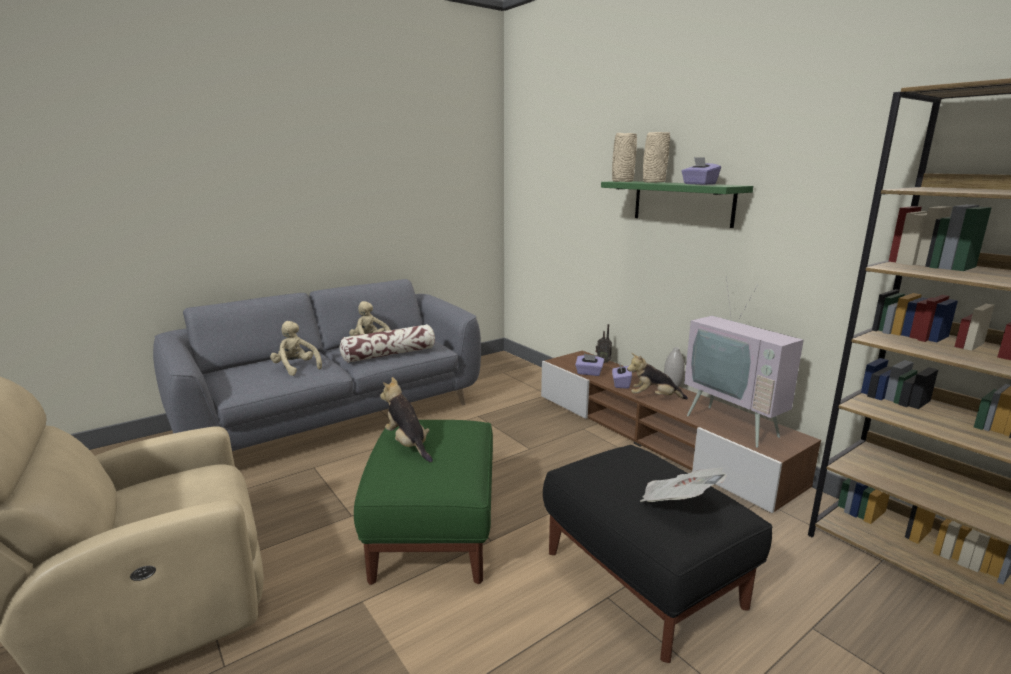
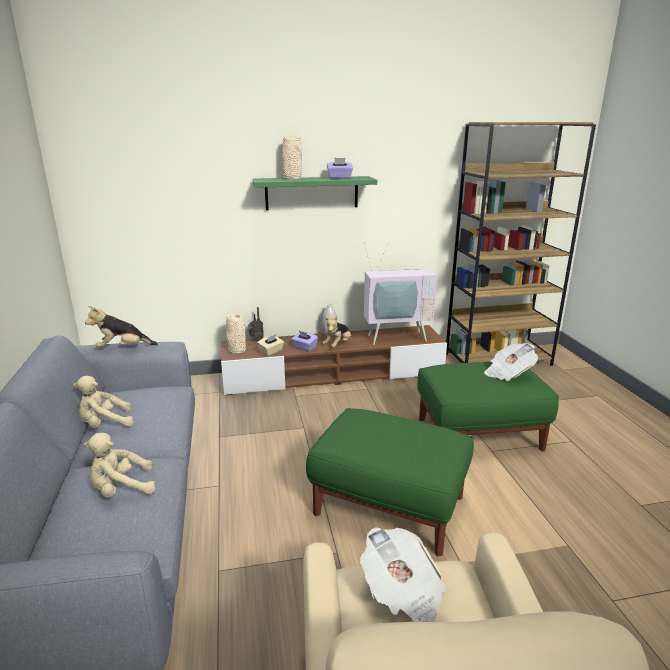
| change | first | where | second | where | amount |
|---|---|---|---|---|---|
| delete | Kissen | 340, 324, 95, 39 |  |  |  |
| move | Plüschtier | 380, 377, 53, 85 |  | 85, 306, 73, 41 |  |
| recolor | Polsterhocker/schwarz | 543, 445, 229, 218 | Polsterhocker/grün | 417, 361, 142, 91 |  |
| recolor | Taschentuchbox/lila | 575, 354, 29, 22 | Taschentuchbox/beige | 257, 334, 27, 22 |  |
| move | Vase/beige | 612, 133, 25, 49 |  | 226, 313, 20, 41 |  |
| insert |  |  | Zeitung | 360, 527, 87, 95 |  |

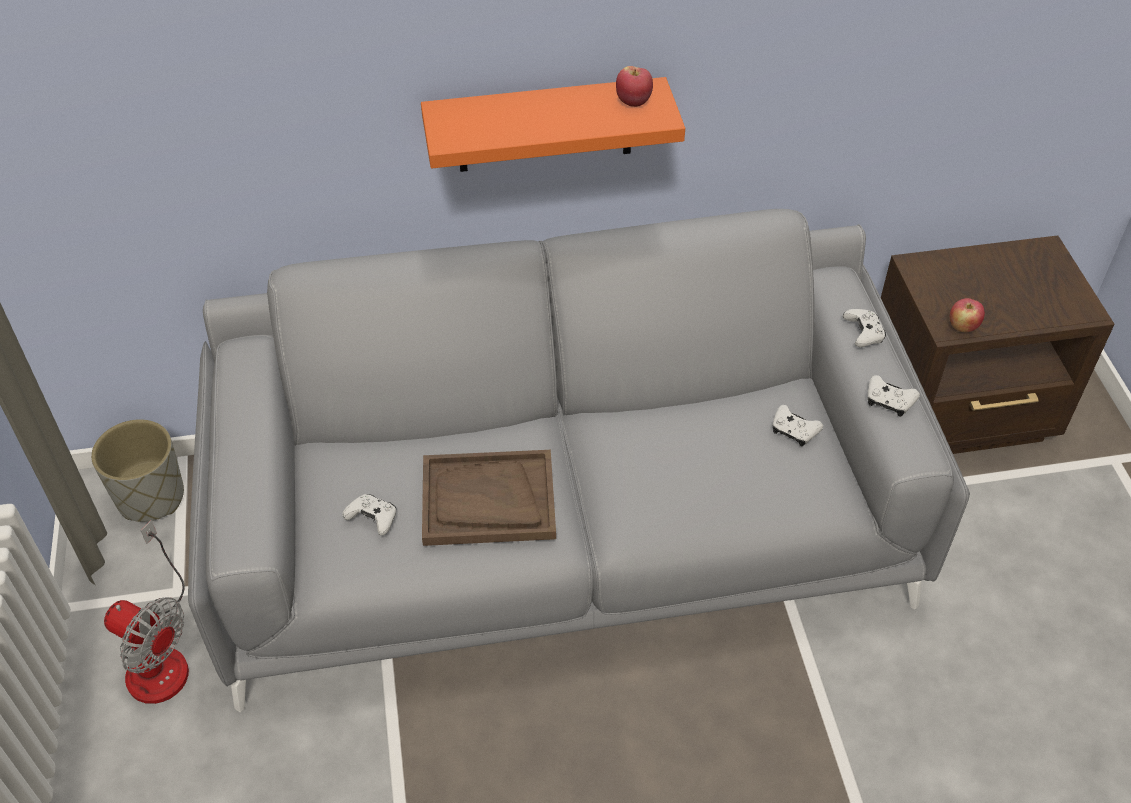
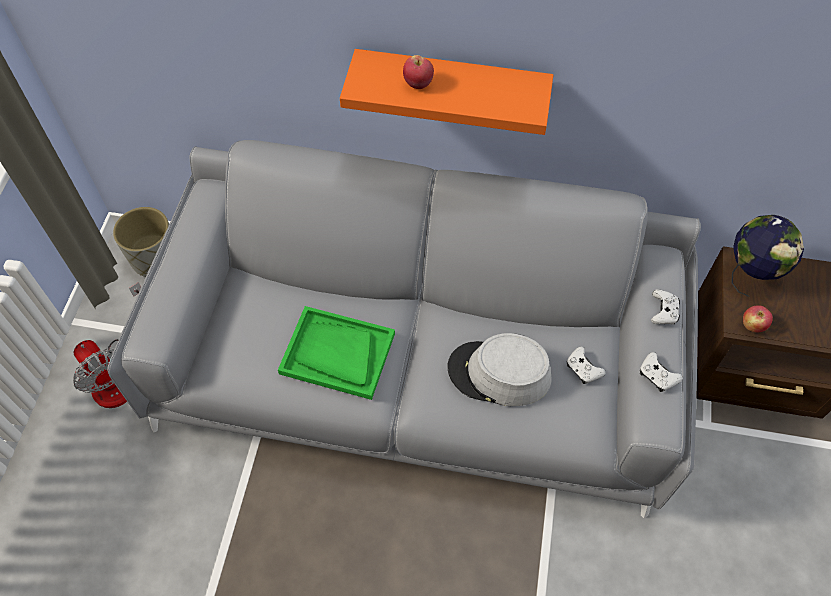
| change | first | where | second | where | amount |
|---|---|---|---|---|---|
| delete | Gamepad/weiß | 342, 494, 54, 41 |  |  |  |
| recolor | Tablett/braun | 422, 450, 134, 96 | Tablett/grün | 278, 306, 117, 94 |  |
| move | Apfel | 616, 66, 37, 41 |  | 403, 55, 31, 34 |  |
| insert |  |  | Hut/grau | 447, 333, 105, 73 |  |
| insert |  |  | Globus | 731, 215, 73, 82 |  |

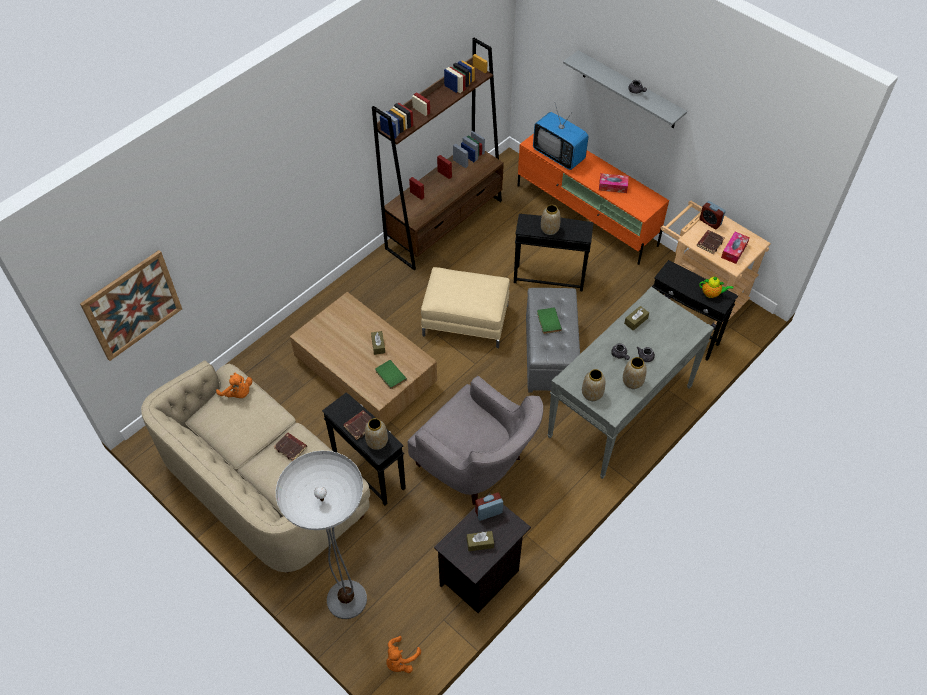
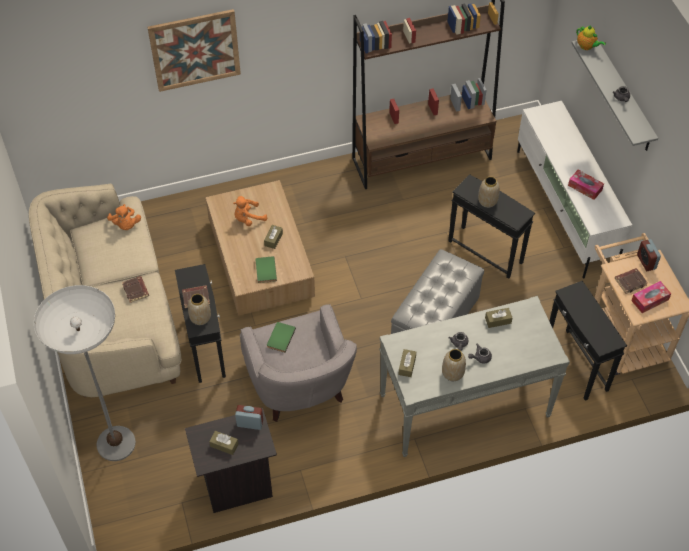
| change | first | where | second | where | amount |
|---|---|---|---|---|---|
| move | Bild | 80, 250, 102, 111 |  | 147, 9, 94, 83 |  |
| move | Plüschtier/orange | 386, 636, 35, 37 |  | 233, 196, 34, 30 |  |
| delete | Polsterhocker/beige | 421, 267, 89, 81 |  |  |  |
| recolor | Fernsehschrank/orange | 517, 134, 152, 131 | Fernsehschrank/weiß | 517, 101, 115, 177 |  |
| delete | Fernseher | 533, 104, 56, 66 |  |  |  |
| move | Buch/grün | 537, 307, 25, 27 |  | 267, 322, 29, 31 |  |
| replace | Vase | 582, 369, 23, 32 | Taschentuchbox/braun | 398, 349, 18, 28 |  |
| move | Teekanne | 699, 276, 34, 22 |  | 576, 26, 30, 24 |  |

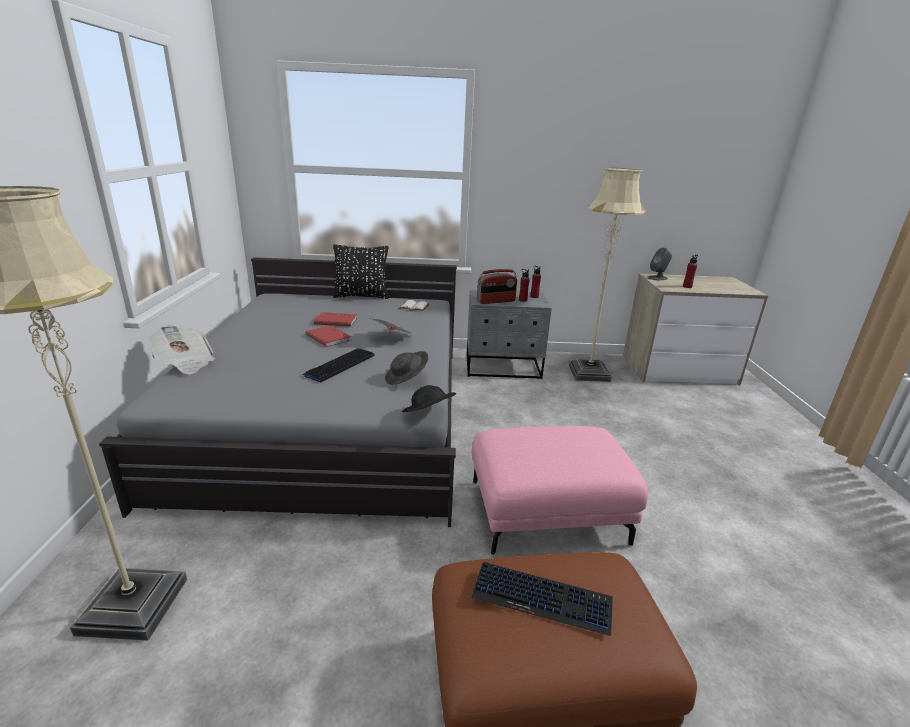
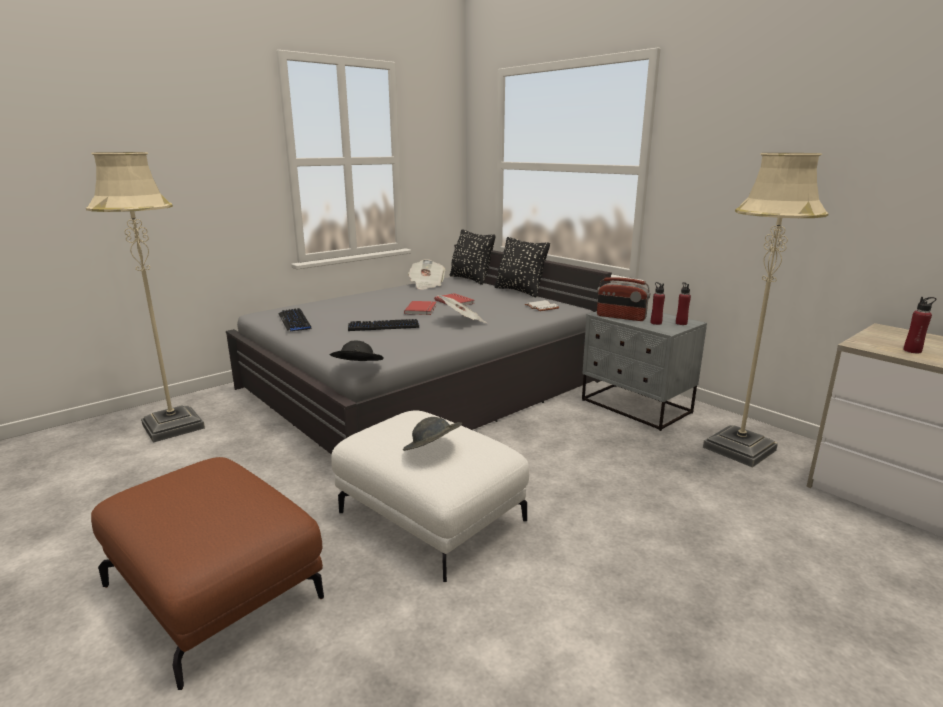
| change | first | where | second | where | amount |
|---|---|---|---|---|---|
| move | Zeitung | 148, 325, 67, 49 |  | 408, 259, 38, 31 |  |
| move | Hut/grau | 385, 351, 43, 34 |  | 403, 417, 59, 34 |  |
| move | Tastatur | 471, 562, 142, 74 |  | 278, 308, 34, 23 |  |
| recolor | Polsterhocker/rosa | 472, 426, 176, 129 | Polsterhocker/weiß | 331, 410, 198, 172 |  |
| delete | Lautsprecher/grau | 648, 248, 24, 32 |  |  |  |
| insert |  |  | Kissen/schwarz | 450, 230, 46, 55 |  |

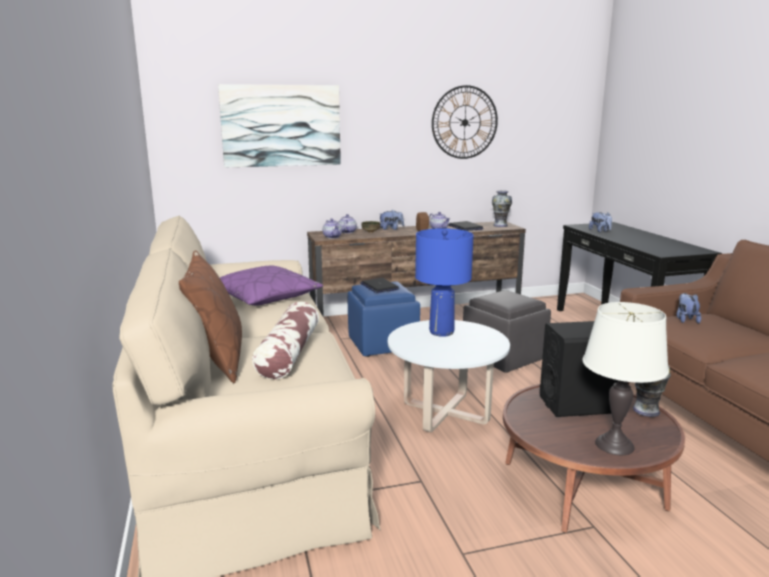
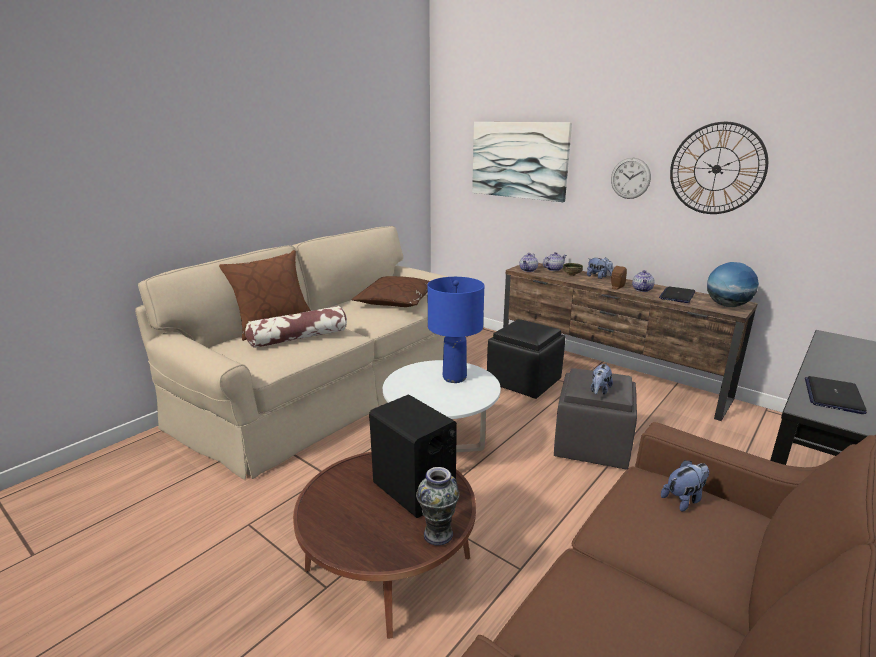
| change | first | where | second | where | amount |
|---|---|---|---|---|---|
| recolor | Kissen/lila | 220, 266, 103, 39 | Kissen/braun | 352, 276, 78, 31 |  |
| recolor | Polsterhocker/blau | 348, 282, 72, 75 | Polsterhocker/schwarz | 487, 319, 78, 80 |  |
| move | Laptop | 360, 278, 39, 15 |  | 805, 376, 62, 38 |  |
| replace | Vase | 492, 190, 20, 37 | Globus | 707, 262, 52, 45 |  |
| delete | Tischlampe/weiß | 582, 302, 87, 153 |  |  |  |
| move | Plüschtier | 589, 212, 23, 20 |  | 591, 363, 22, 32 |  |
| insert |  |  | Wanduhr | 611, 157, 40, 42 |  |

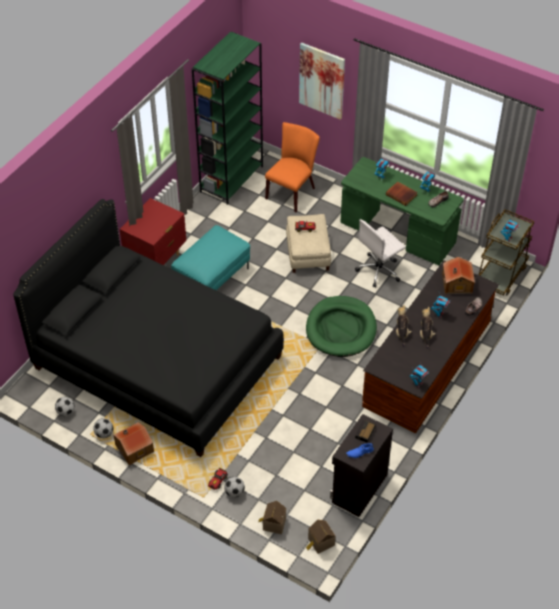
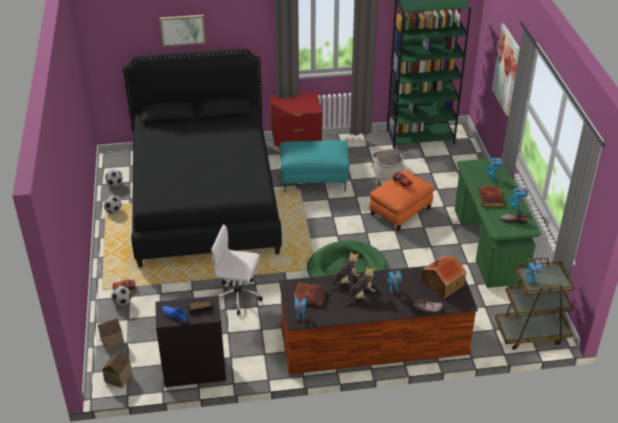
| change | first | where | second | where | amount |
|---|---|---|---|---|---|
| delete | Spielzeughaus | 113, 422, 41, 43 |  |  |  |
| delete | Stuhl/orange | 265, 122, 55, 90 |  |  |  |
| recolor | Polsterhocker/beige | 286, 214, 45, 59 | Polsterhocker/orange | 369, 170, 65, 61 |  |
| move | Bürostuhl/weiß | 355, 219, 51, 69 |  | 211, 224, 52, 91 |  |
| insert |  |  | Bild | 160, 15, 46, 32 |  |
| insert |  |  | Buch | 293, 282, 34, 24 |  |
| insert |  |  | Korb | 372, 149, 32, 35 |  |

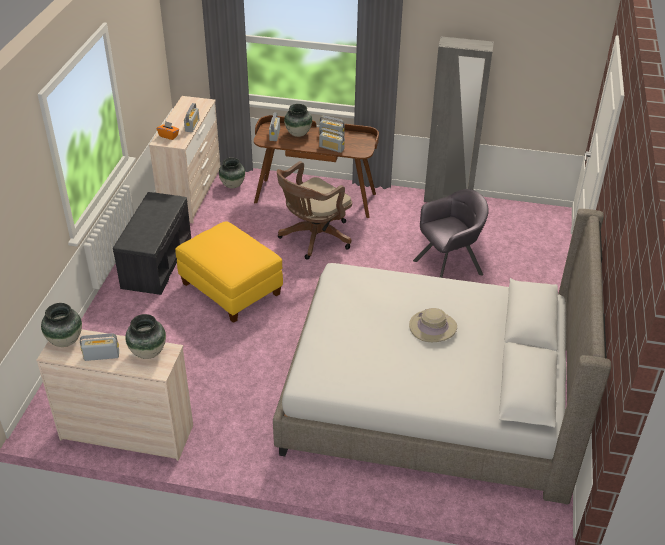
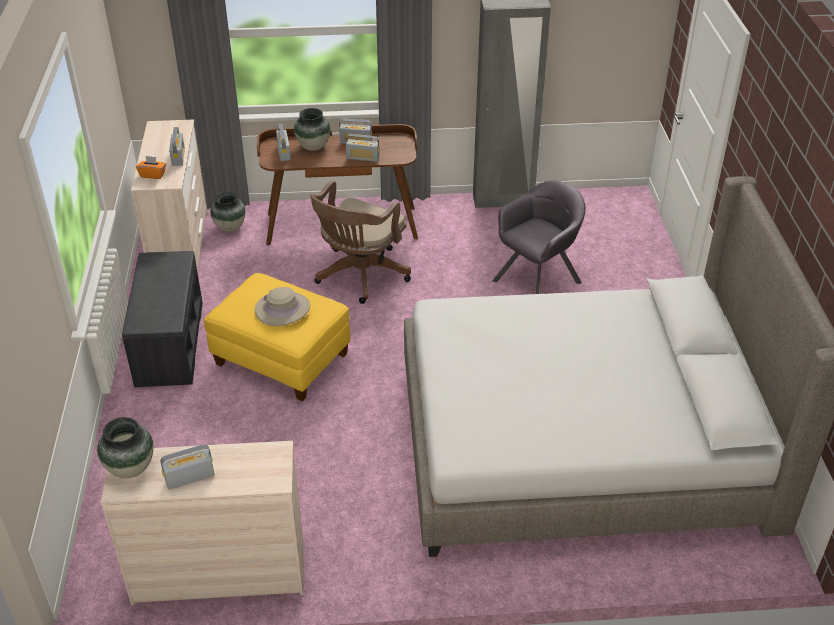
| change | first | where | second | where | amount |
|---|---|---|---|---|---|
| delete | Vase | 125, 314, 41, 45 |  |  |  |
| move | Hut/beige | 409, 308, 48, 34 |  | 255, 287, 55, 39 |  |

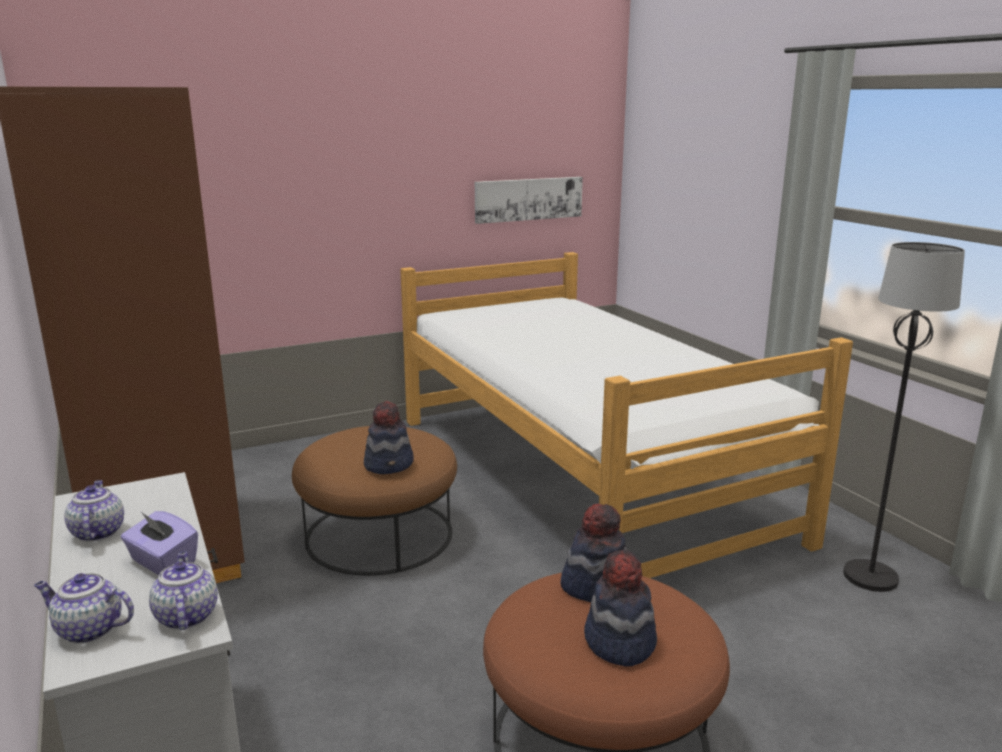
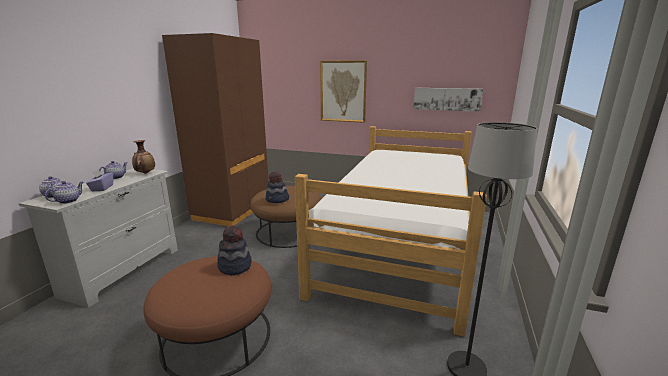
| change | first | where | second | where | amount |
|---|---|---|---|---|---|
| delete | Hut | 584, 550, 73, 117 |  |  |  |
| insert |  |  | Vase | 132, 140, 23, 34 |  |
| insert |  |  | Bild | 320, 60, 47, 63 |  |

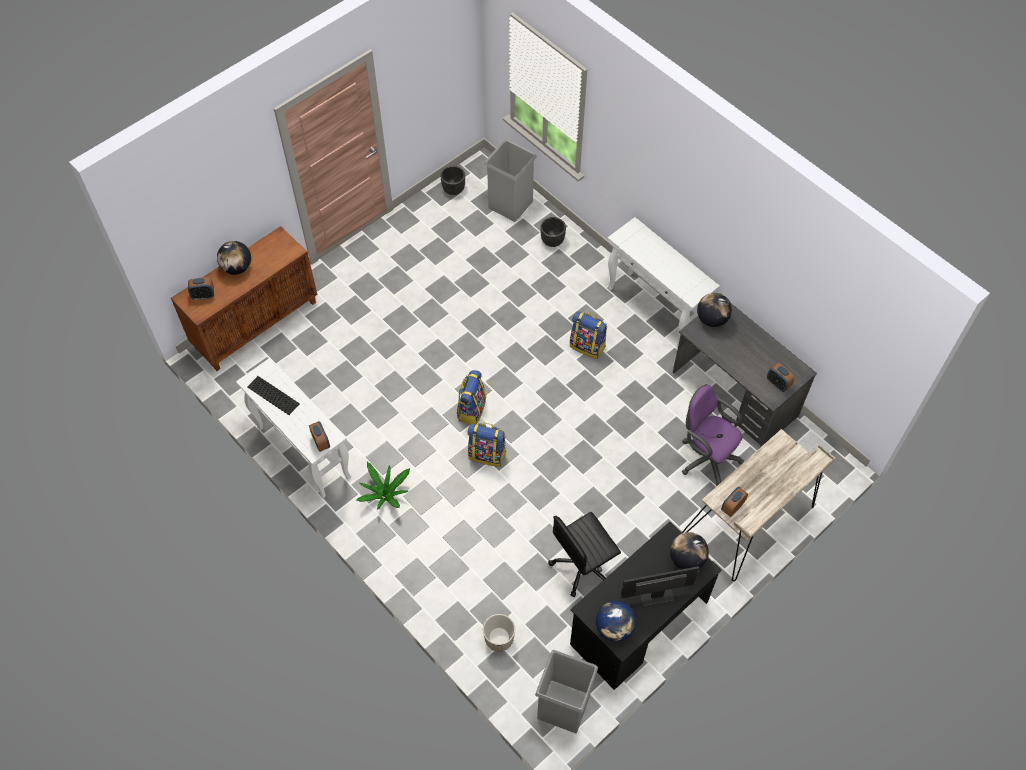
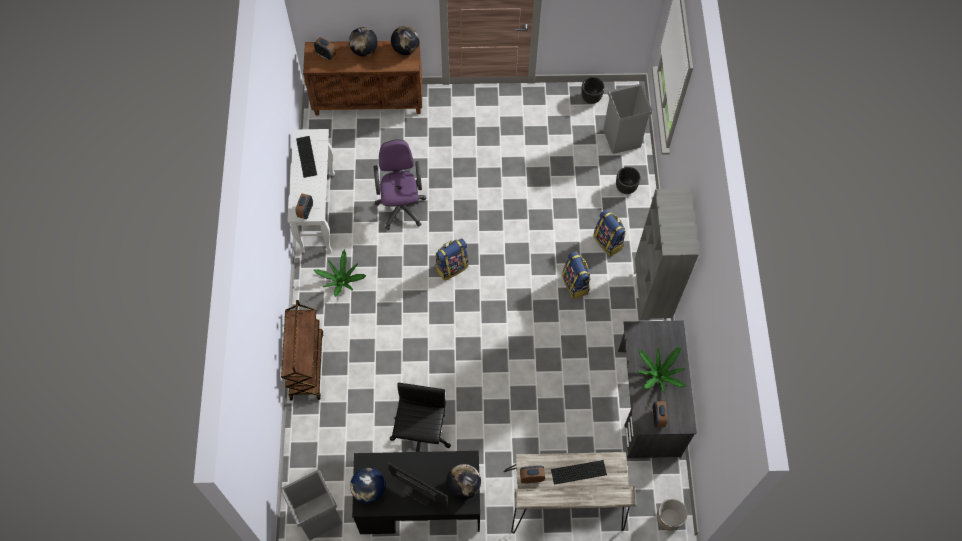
| change | first | where | second | where | amount |
|---|---|---|---|---|---|
| move | Rucksack | 468, 423, 38, 44 |  | 593, 210, 33, 46 |  |
| move | Pflanzkübel | 483, 614, 32, 37 |  | 657, 499, 30, 32 |  |
| rotate | Bürostuhl/schwarz | 548, 512, 73, 85 |  | 390, 383, 61, 69 | 90 degrees clockwise |
| replace | Konsolentisch/weiß | 608, 217, 112, 131 | Bücherregal/grau | 635, 189, 64, 131 |  |
| move | Bürostuhl/lila | 682, 384, 62, 103 |  | 374, 139, 53, 91 |  |
| move | Globus | 697, 293, 35, 34 |  | 391, 26, 29, 29 |  |
| insert |  |  | Rollwagen/braun | 281, 300, 43, 100 |  |
| insert |  |  | Tastatur | 551, 460, 56, 25 |  |
| insert |  |  | Topfpflanze | 637, 347, 49, 46 |  |

